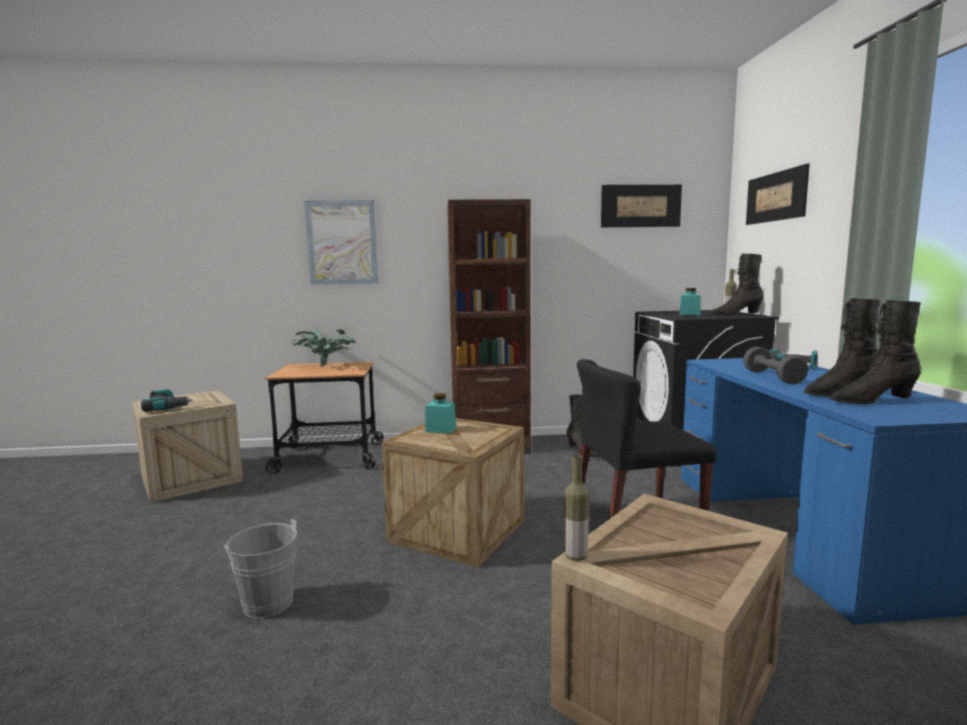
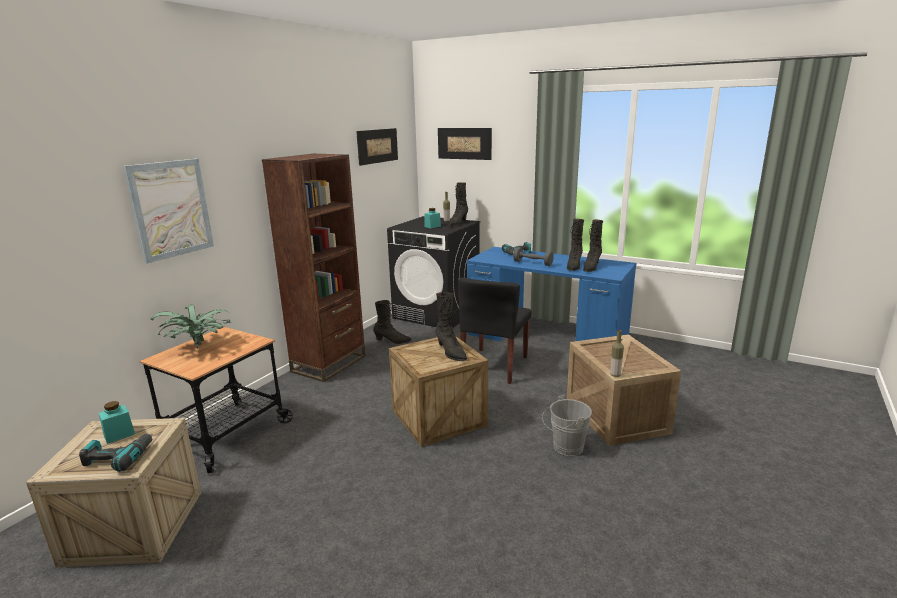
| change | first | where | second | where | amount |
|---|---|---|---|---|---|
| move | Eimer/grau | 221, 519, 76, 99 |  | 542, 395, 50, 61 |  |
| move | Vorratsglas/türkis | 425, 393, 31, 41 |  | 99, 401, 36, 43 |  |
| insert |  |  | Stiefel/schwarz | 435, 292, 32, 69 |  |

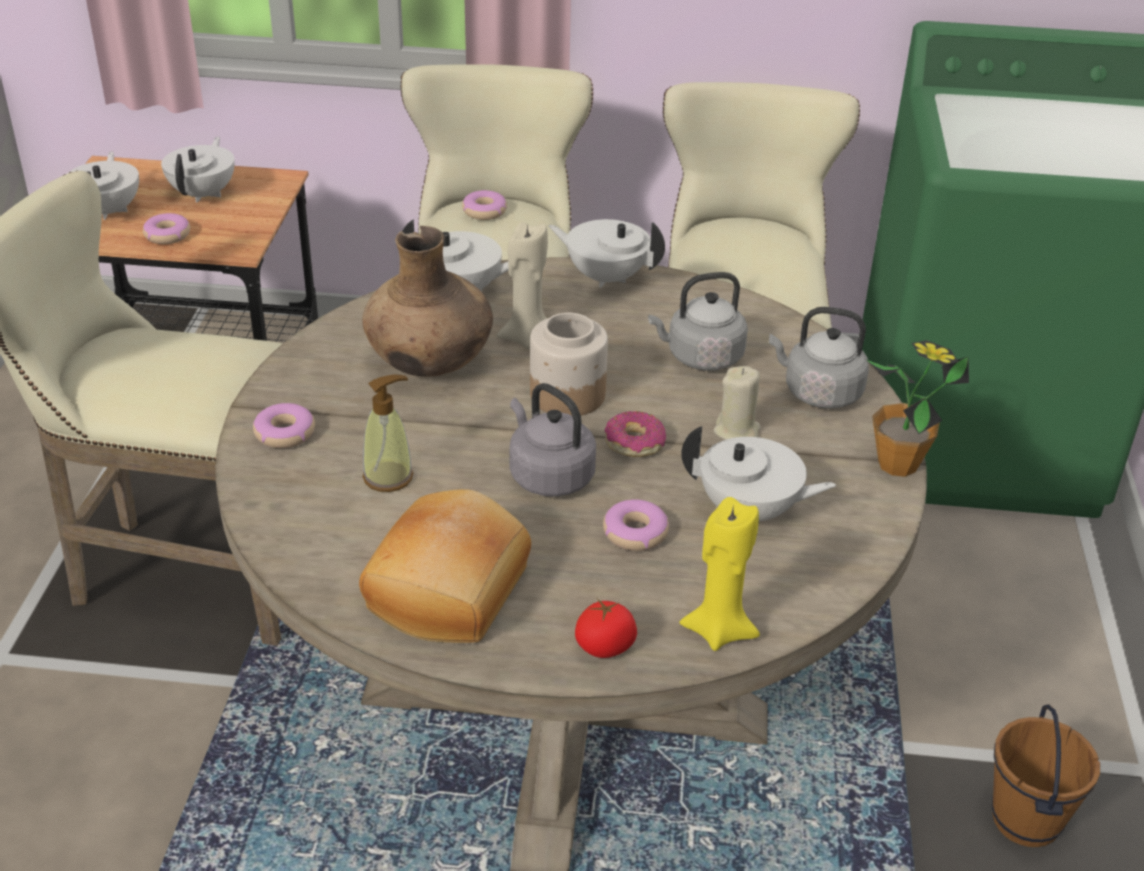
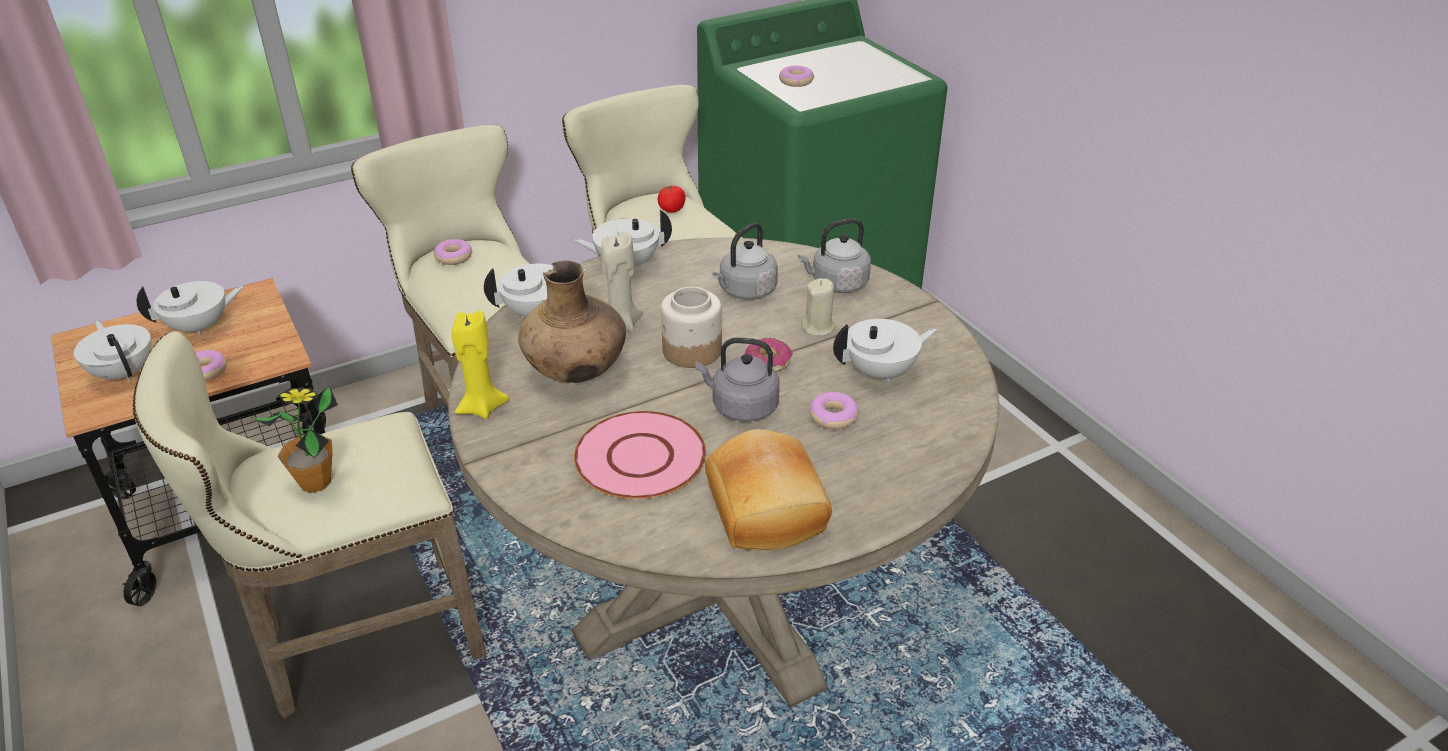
| change | first | where | second | where | amount |
|---|---|---|---|---|---|
| rotate | Teekanne/weiß | 161, 137, 74, 66 |  | 136, 281, 108, 56 | 90 degrees clockwise |
| move | Donut | 253, 403, 62, 45 |  | 779, 66, 35, 21 |  |
| replace | Seifenspender | 362, 374, 51, 118 | Teller/rosa | 574, 411, 132, 88 |  |
| move | Tomate | 575, 598, 62, 60 |  | 658, 185, 28, 28 |  |
| move | Kerze/gelb | 680, 497, 80, 154 |  | 452, 310, 57, 109 |  |
| move | Topfpflanze | 865, 340, 104, 137 |  | 251, 386, 87, 107 |  |
| delete | Eimer/braun | 992, 704, 108, 143 |  |  |  |

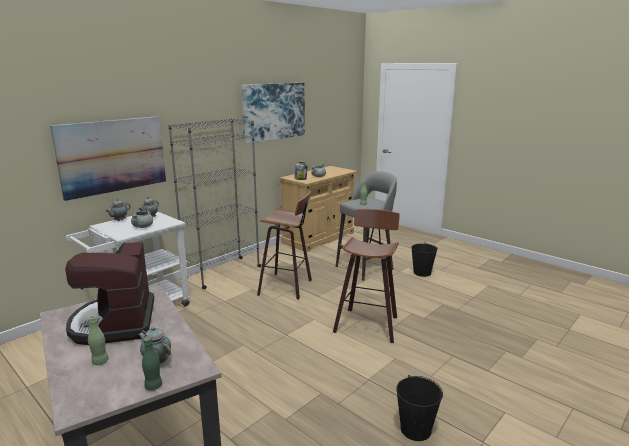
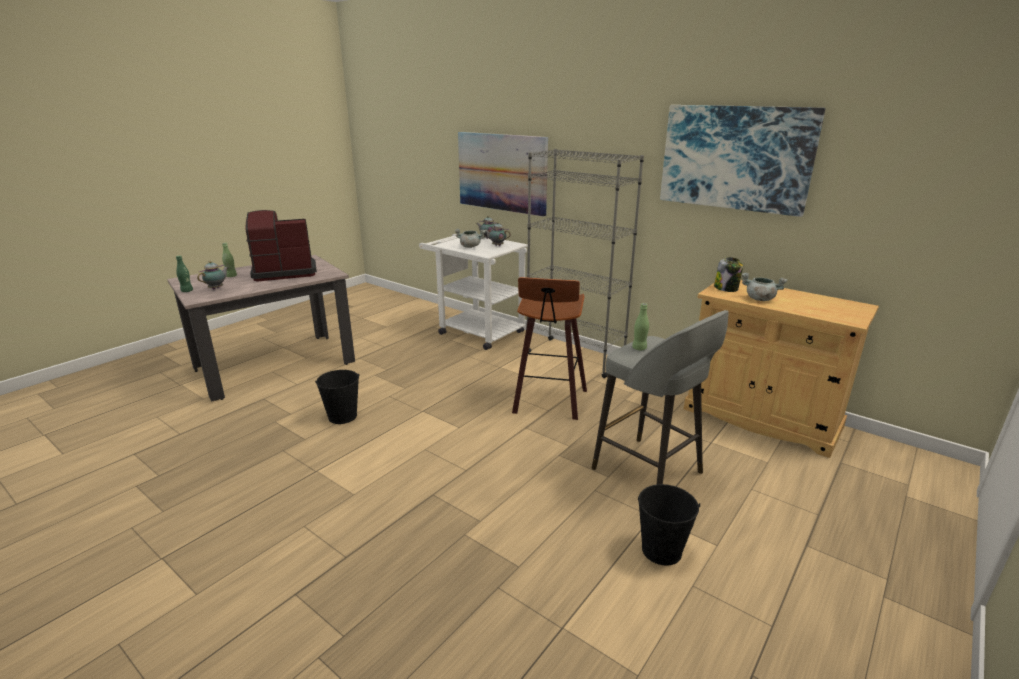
| change | first | where | second | where | amount |
|---|---|---|---|---|---|
| delete | Hocker | 333, 209, 67, 134 |  |  |  |
| move | Eimer/schwarz | 396, 375, 47, 66 |  | 315, 370, 45, 54 |  |

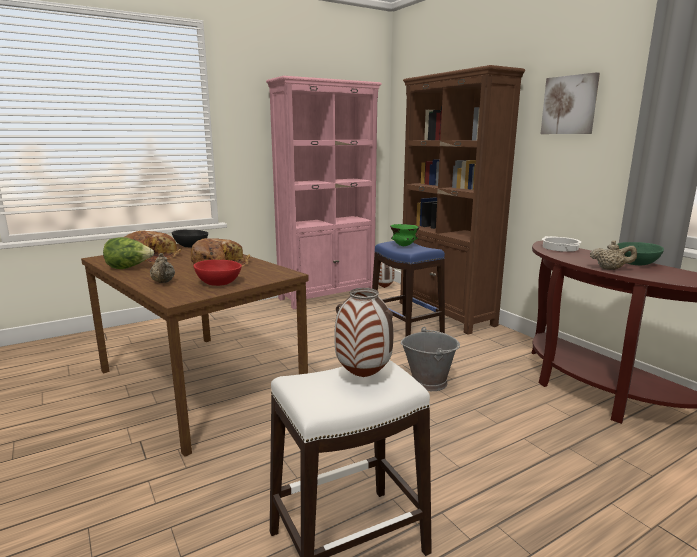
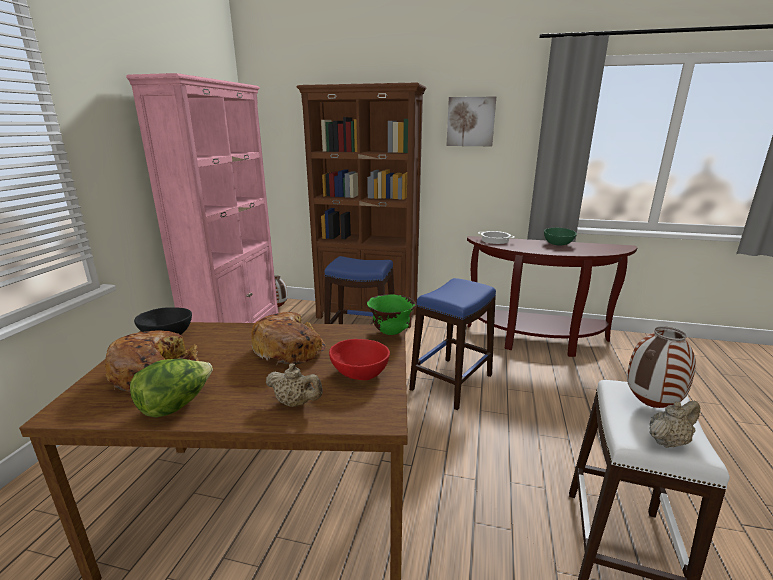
| change | first | where | second | where | amount |
|---|---|---|---|---|---|
| move | Schüssel/grün | 390, 224, 29, 22 |  | 367, 294, 49, 41 |  |
| replace | Eimer/grau | 401, 327, 59, 64 | Hocker/blau | 409, 278, 87, 132 |  |
| move | Teekanne/beige | 590, 241, 47, 29 |  | 649, 400, 51, 48 |  |

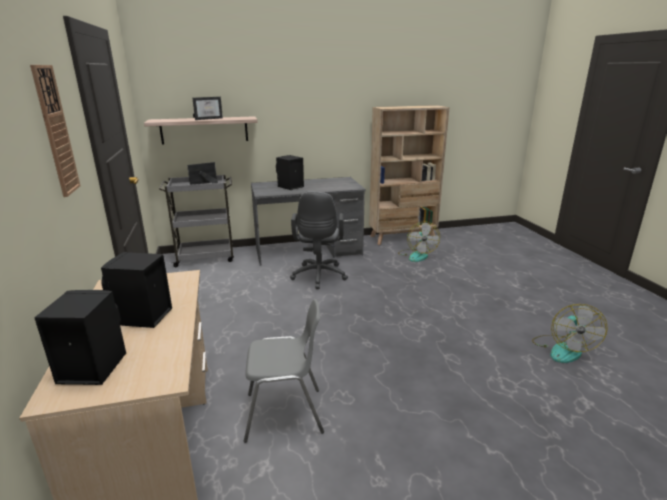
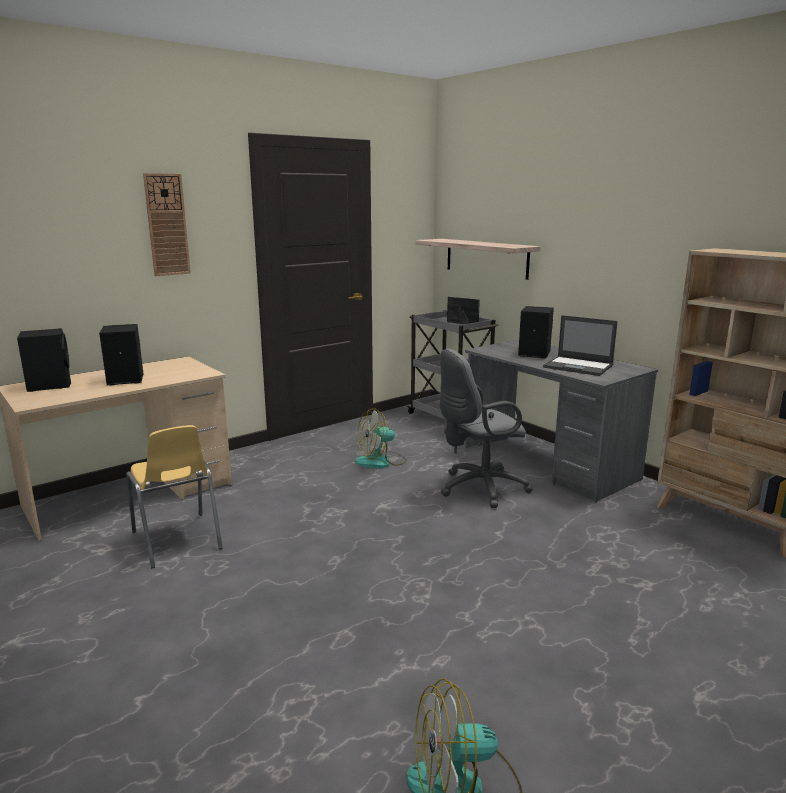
| change | first | where | second | where | amount |
|---|---|---|---|---|---|
| delete | Bilderrahmen | 192, 97, 31, 23 |  |  |  |
| recolor | Stuhl/grau | 244, 299, 80, 144 | Stuhl/gelb | 127, 425, 95, 143 |  |
| move | Ventilator | 398, 222, 42, 40 |  | 355, 408, 52, 61 |  |
| insert |  |  | Laptop | 543, 315, 75, 61 |  |

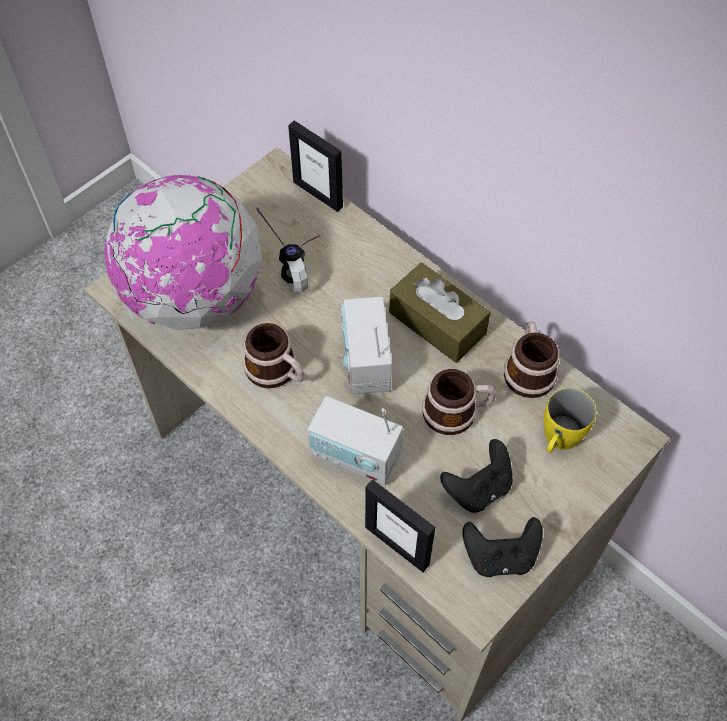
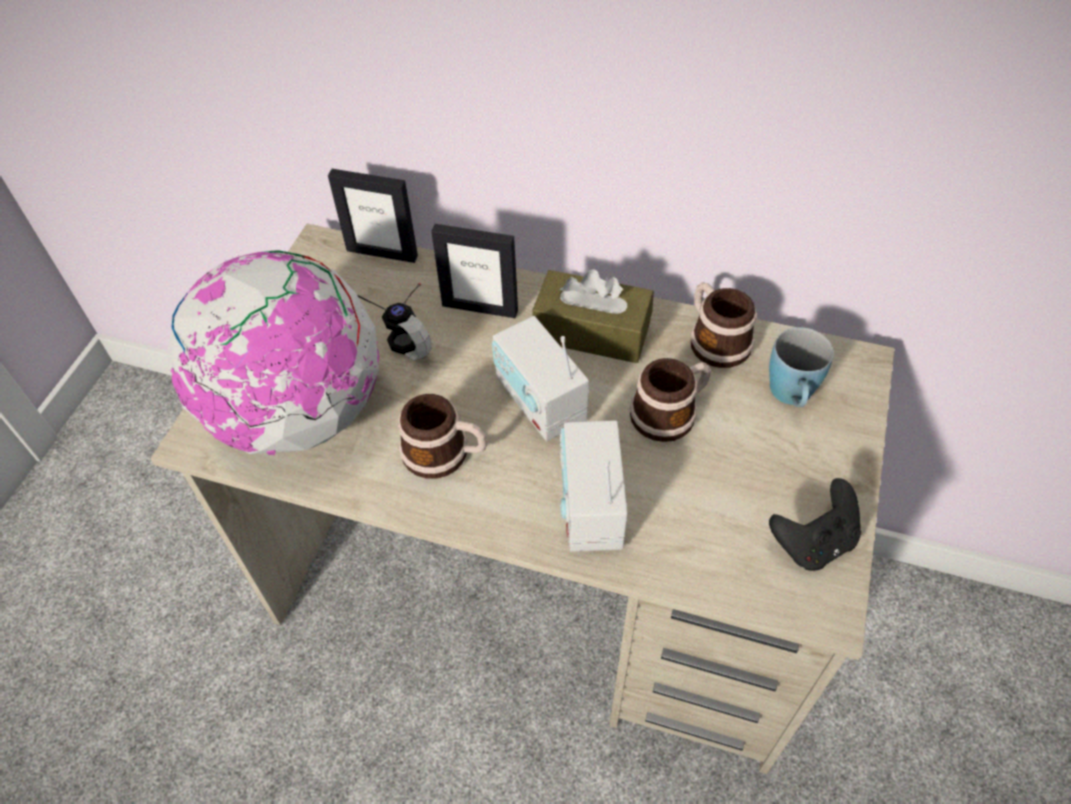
| change | first | where | second | where | amount |
|---|---|---|---|---|---|
| rotate | Radio | 307, 396, 96, 90 |  | 560, 420, 68, 132 | 90 degrees clockwise |
| move | Bilderrahmen | 365, 479, 70, 93 |  | 431, 224, 87, 94 |  |
| delete | Gamepad/schwarz | 440, 439, 73, 74 |  |  |  |
| recolor | Henkelbecher/gelb | 544, 388, 52, 65 | Henkelbecher/blau | 769, 327, 65, 80 |  |

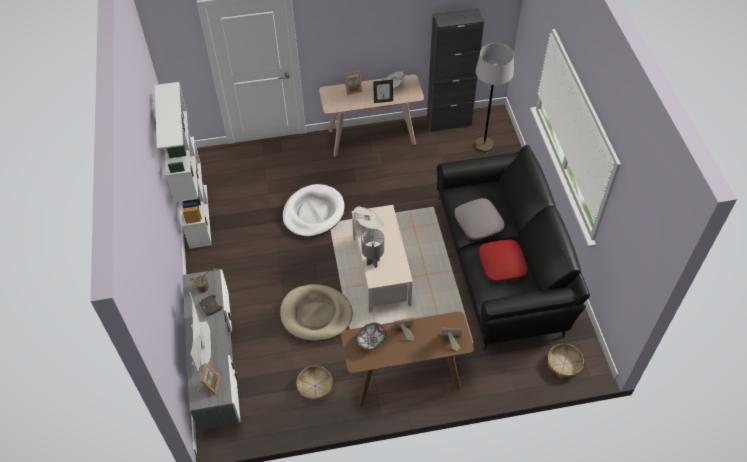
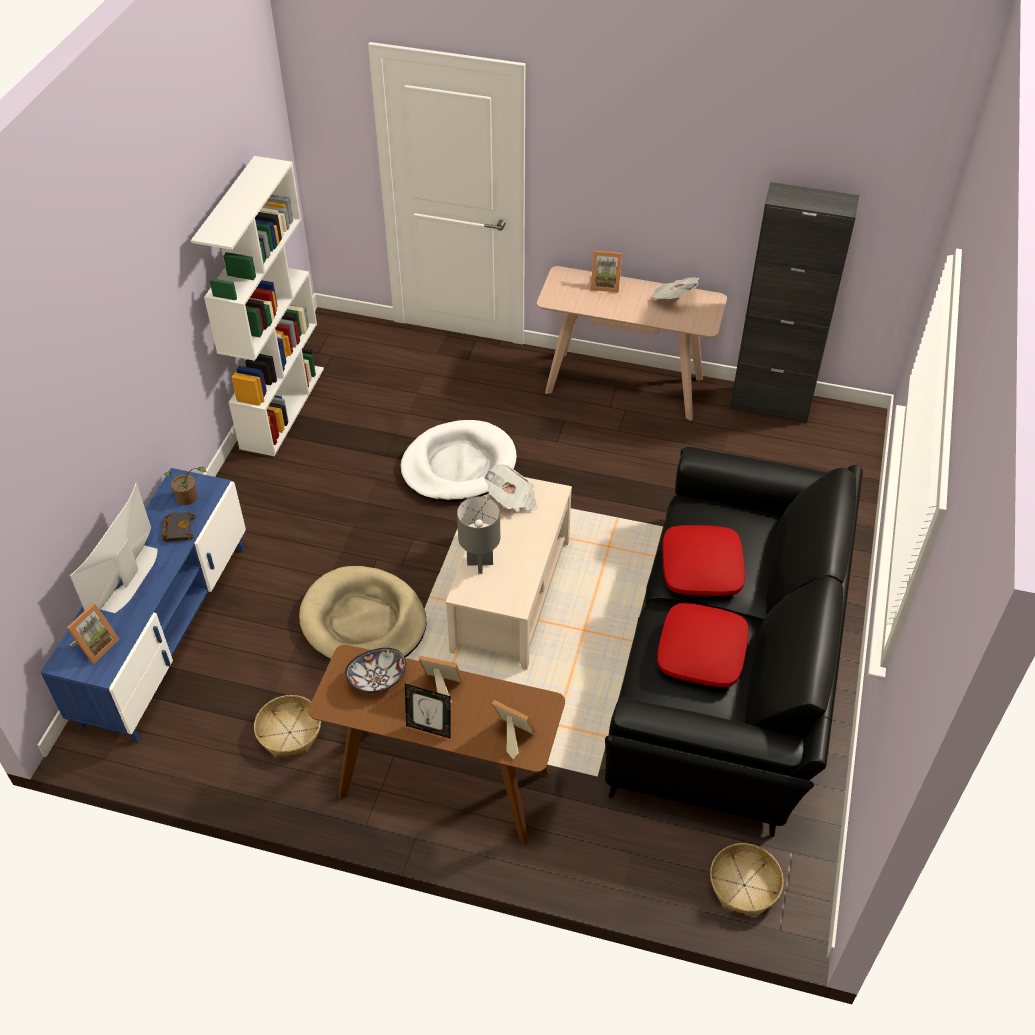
| change | first | where | second | where | amount |
|---|---|---|---|---|---|
| recolor | Fernsehschrank/grau | 182, 269, 59, 163 | Fernsehschrank/blau | 41, 468, 205, 275 |  |
| move | Bilderrahmen | 373, 80, 20, 23 |  | 405, 684, 46, 54 |  |
| recolor | Kissen/grau | 454, 198, 50, 42 | Kissen/rot | 662, 525, 83, 71 |  |
| delete | Stehlampe/grau | 474, 43, 40, 110 |  |  |  |

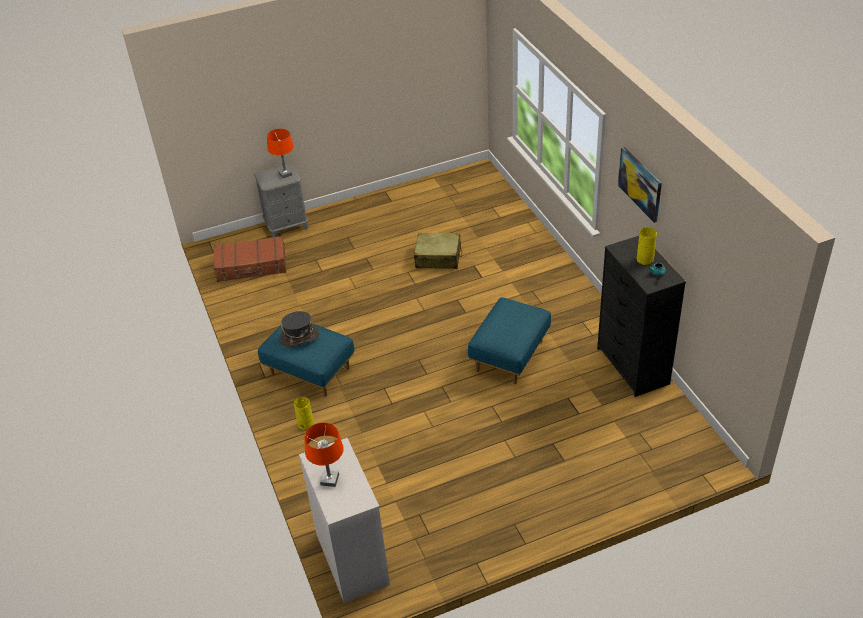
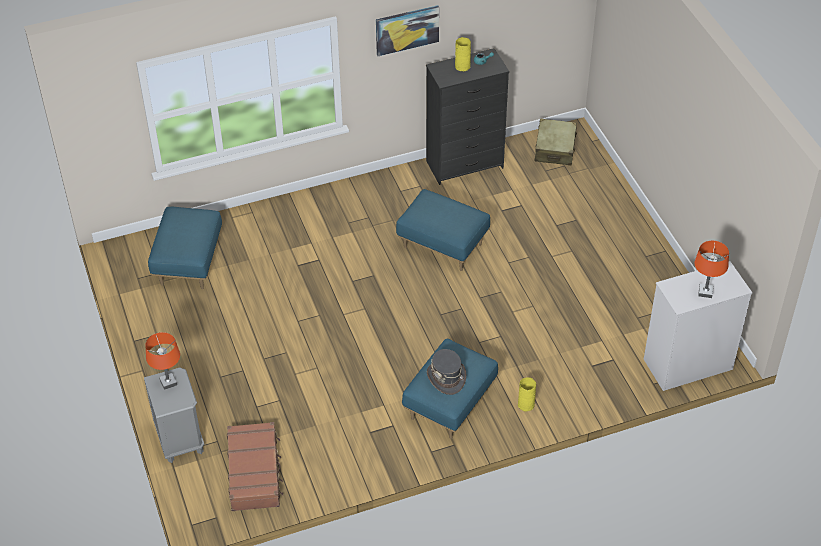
| change | first | where | second | where | amount |
|---|---|---|---|---|---|
| move | Koffer/beige | 414, 233, 48, 36 |  | 535, 119, 42, 47 |  |
| insert |  |  | Polsterhocker/blau | 148, 207, 74, 82 |  |

